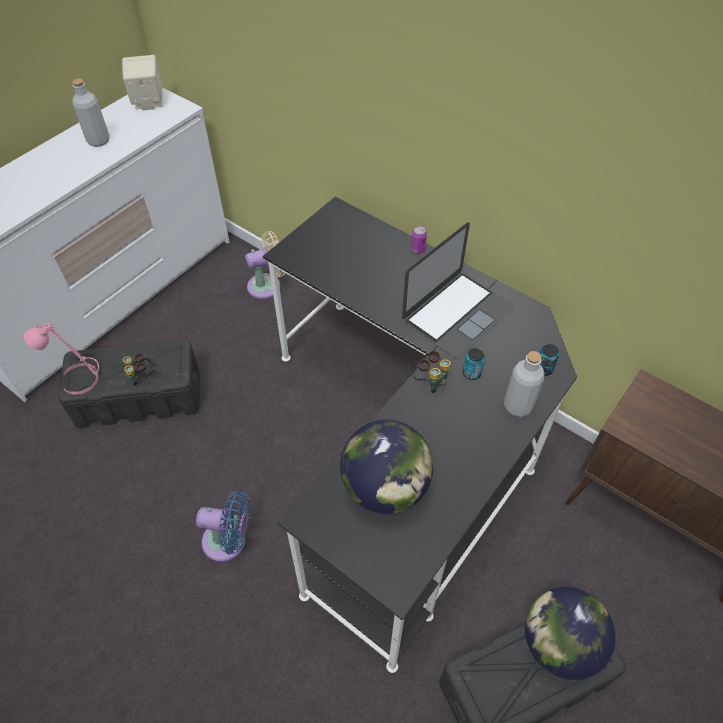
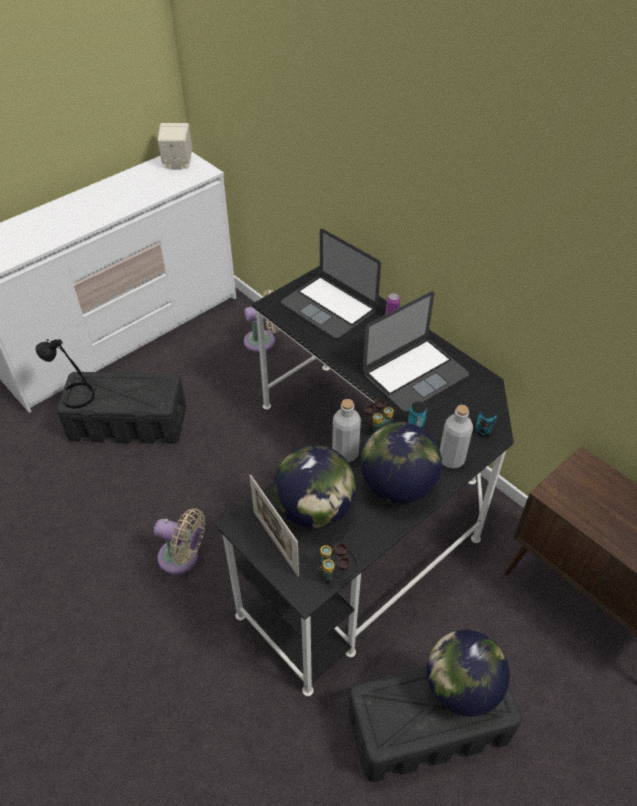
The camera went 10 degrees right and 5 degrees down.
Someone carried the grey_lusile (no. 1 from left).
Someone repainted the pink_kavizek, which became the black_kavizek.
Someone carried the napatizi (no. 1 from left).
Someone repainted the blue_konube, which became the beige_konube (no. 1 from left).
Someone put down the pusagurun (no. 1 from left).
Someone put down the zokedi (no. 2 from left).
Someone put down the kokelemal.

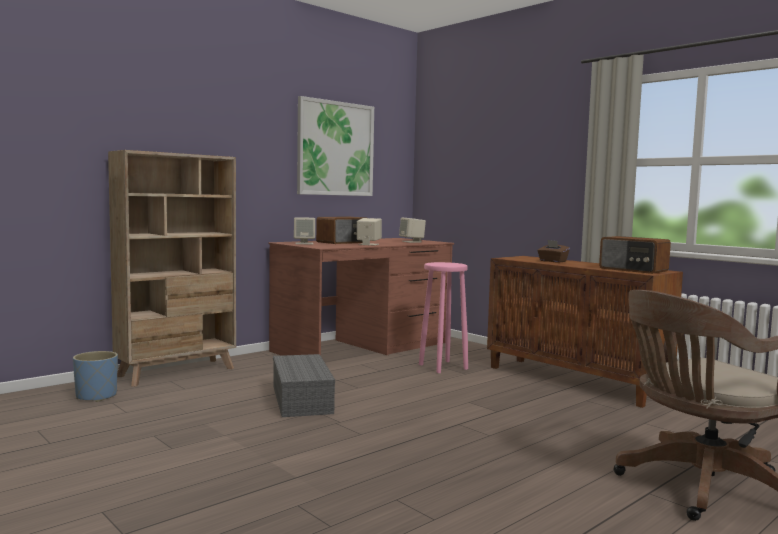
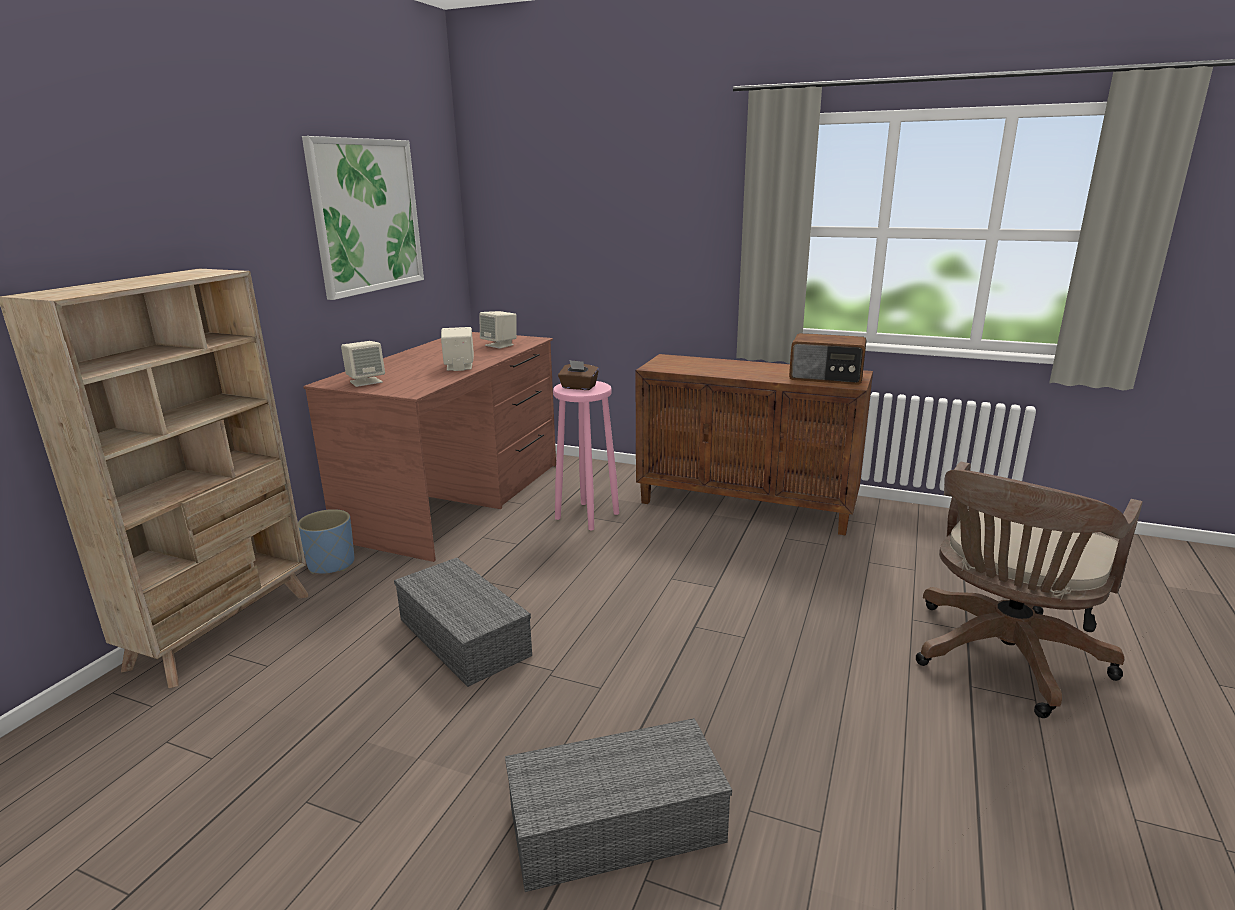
The camera went 25 degrees left and 15 degrees up.
Someone took away the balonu (no. 1 from left).
Someone carried the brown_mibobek.
Someone carried the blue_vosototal.
Someone put down the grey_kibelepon (no. 2 from left).

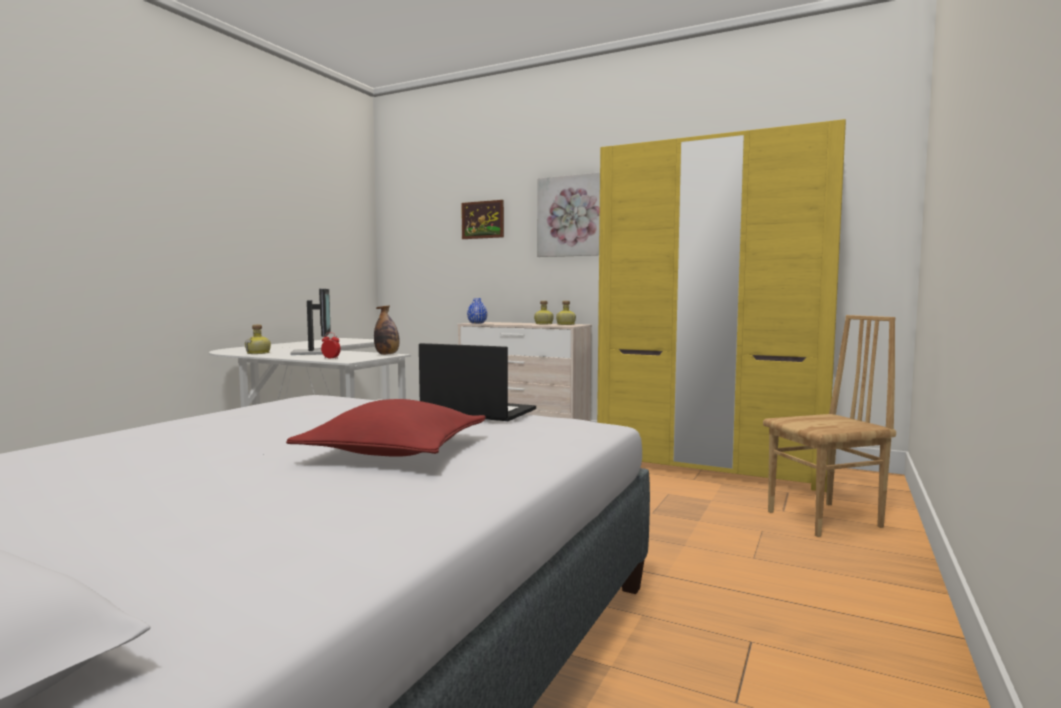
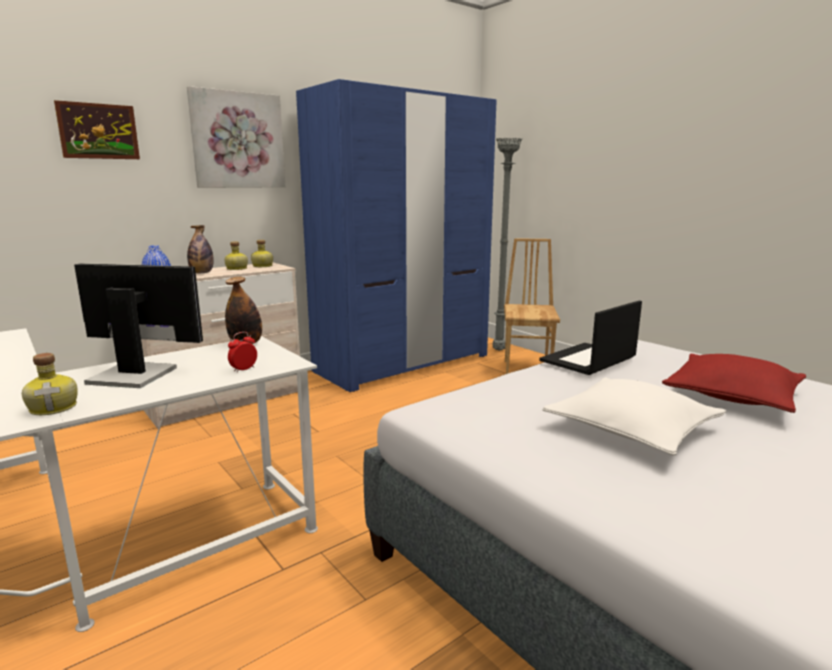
The camera went 65 degrees left and 10 degrees up.
Someone repainted the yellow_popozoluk, which became the blue_popozoluk.
Someone put down the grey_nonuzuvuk.
Someone put down the lusile (no. 2 from left).
Someone put down the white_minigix.

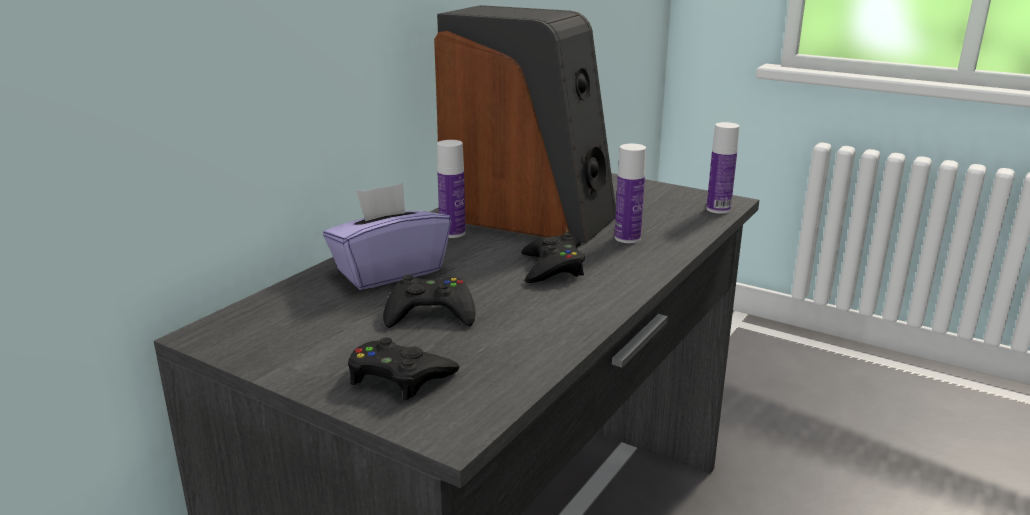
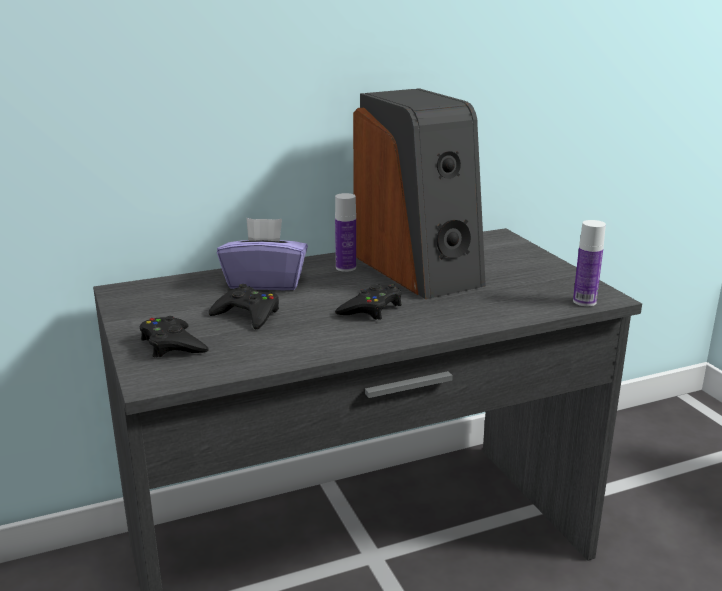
The camera went 35 degrees right and 0 degrees up.
Someone took away the lusile (no. 2 from left).

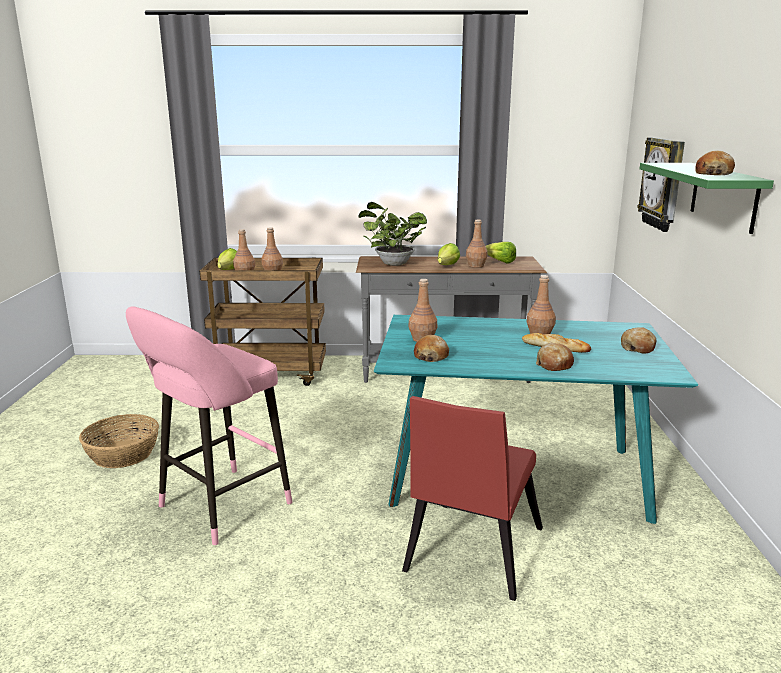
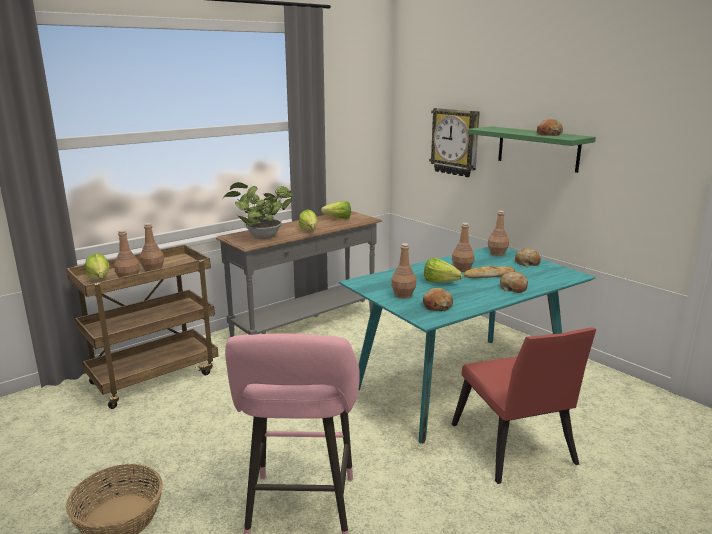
The camera went 40 degrees left and 0 degrees up.
Someone carried the brown_lusile (no. 4 from left in the first image).
Someone put down the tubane (no. 4 from left).

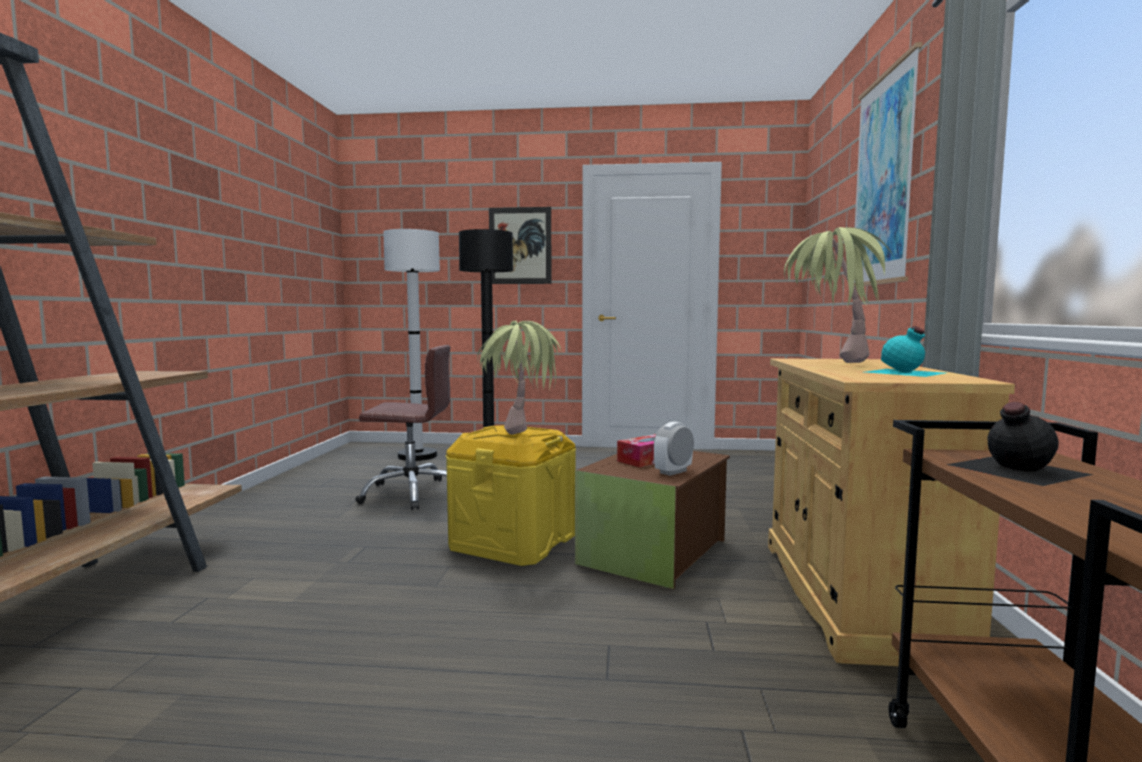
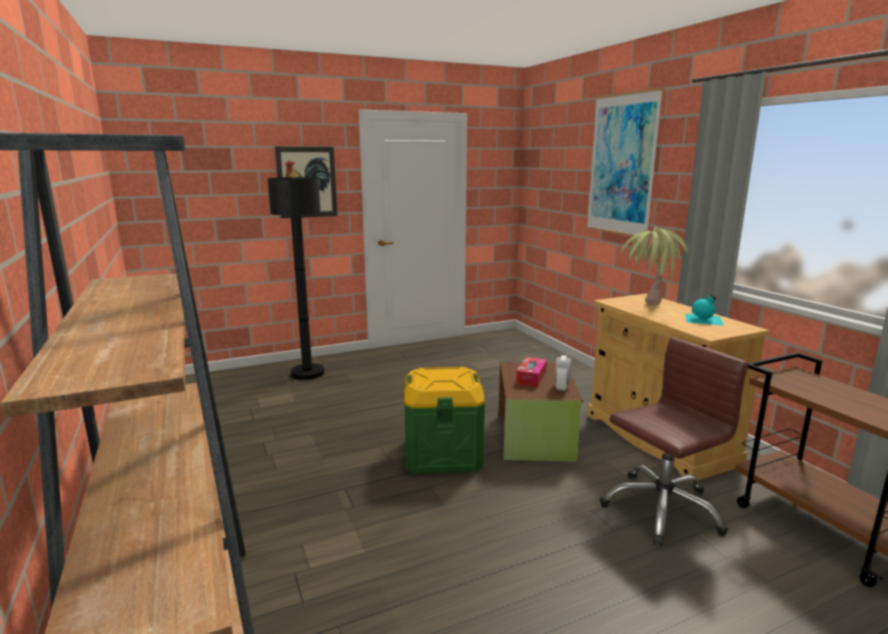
The camera went 30 degrees left and 10 degrees up.
Someone took away the white_nonuzuvuk.
Someone took away the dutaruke (no. 1 from left).
Someone carried the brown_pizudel.
Someone took away the black_lusile.
Someone repainted the yellow_kibelepon, which became the green_kibelepon.

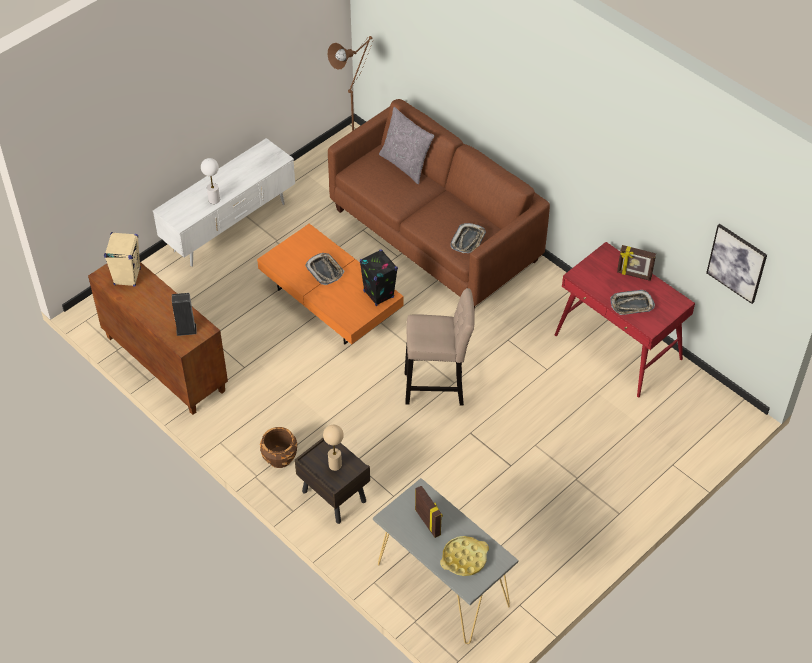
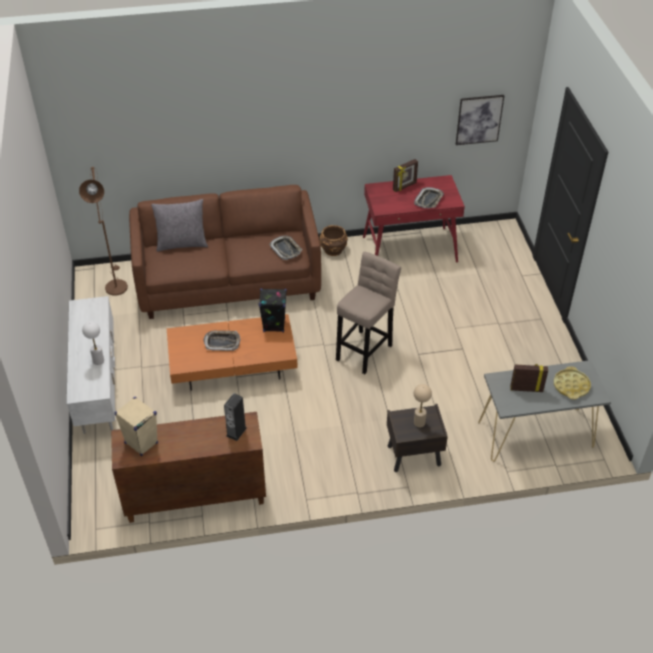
The camera went 55 degrees left and 5 degrees down.
Someone carried the brown_vosototal.

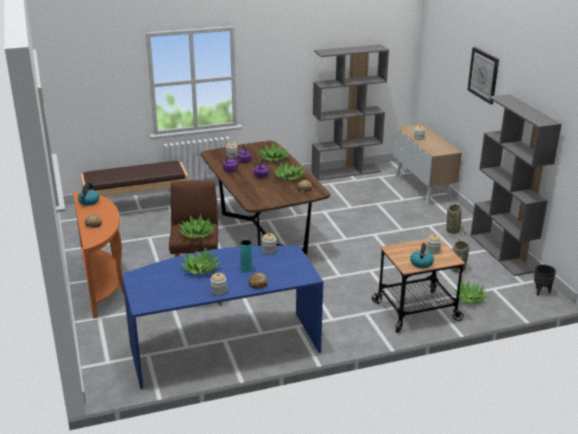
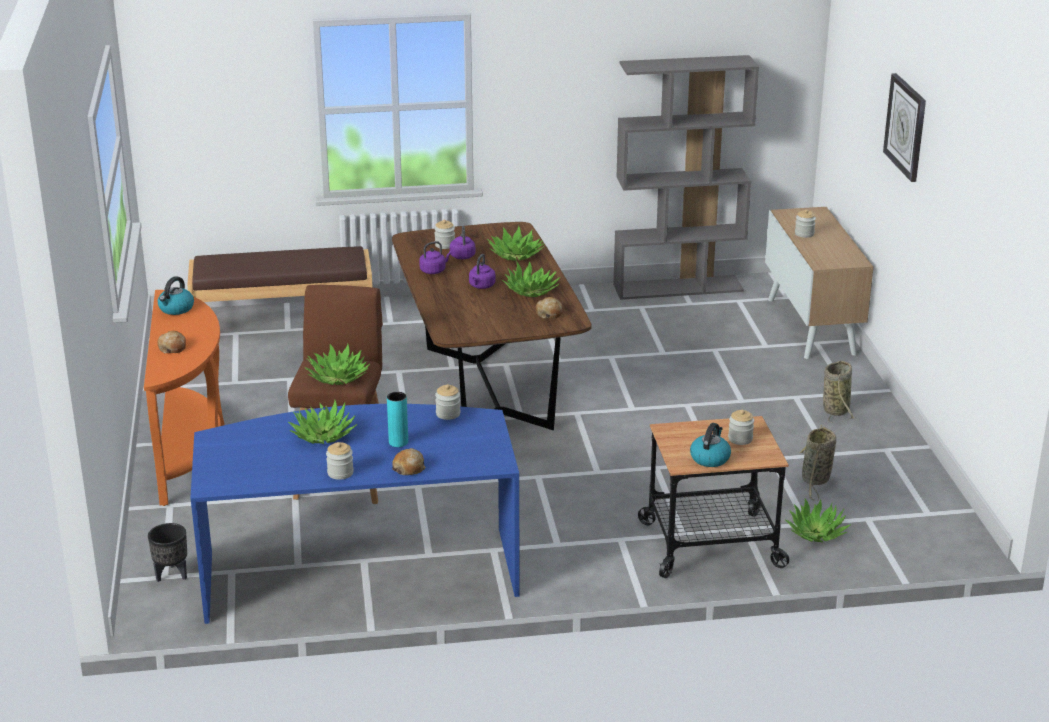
The camera went 10 degrees right and 0 degrees up.
Someone took away the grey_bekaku (no. 2 from left).
Someone carried the black_vosototal.

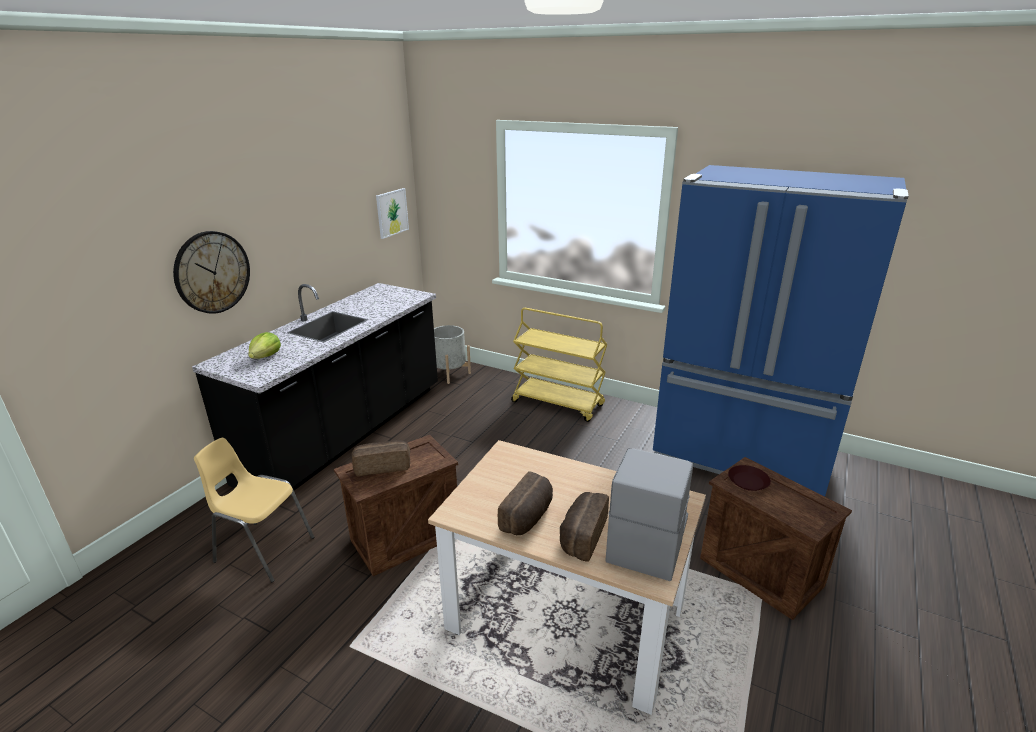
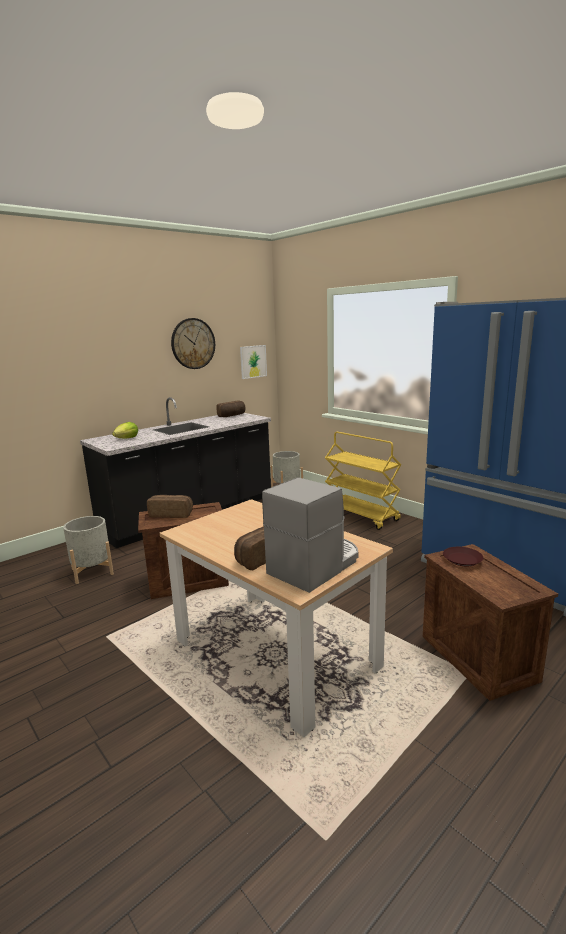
The camera went 20 degrees right and 10 degrees down.
Someone carried the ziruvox.
Someone swapped the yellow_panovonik for the grey_vosototal (no. 1 from left).
Someone carried the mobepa (no. 2 from left).

